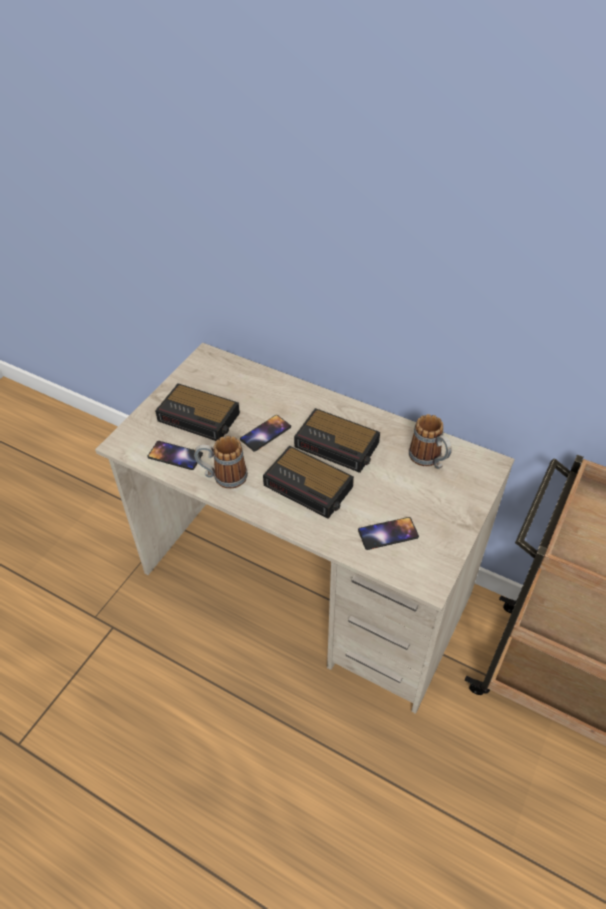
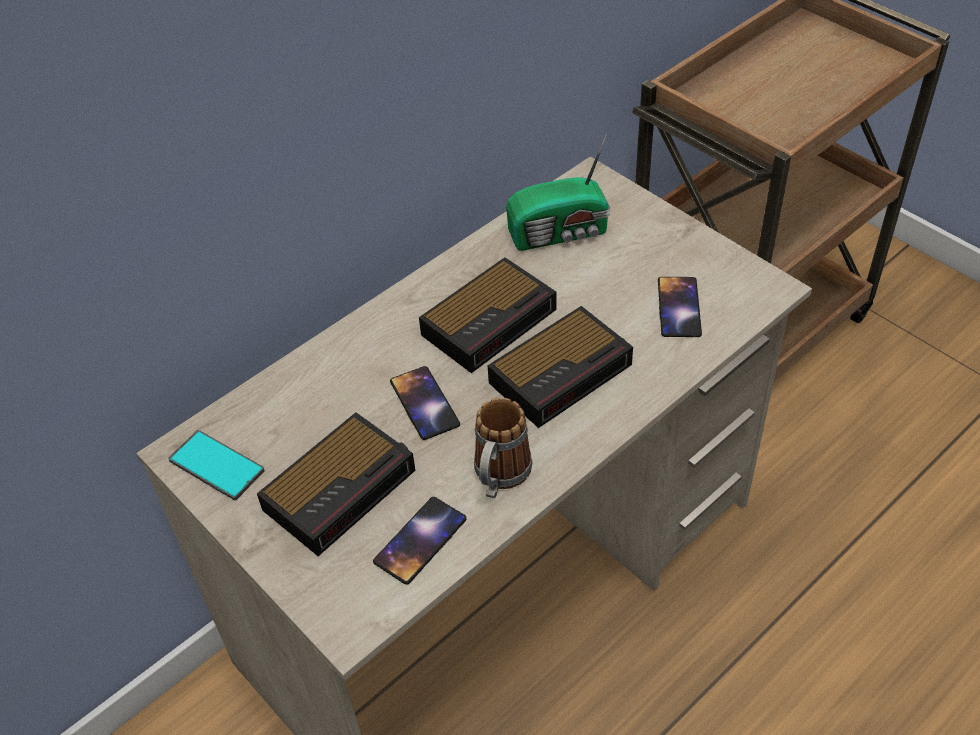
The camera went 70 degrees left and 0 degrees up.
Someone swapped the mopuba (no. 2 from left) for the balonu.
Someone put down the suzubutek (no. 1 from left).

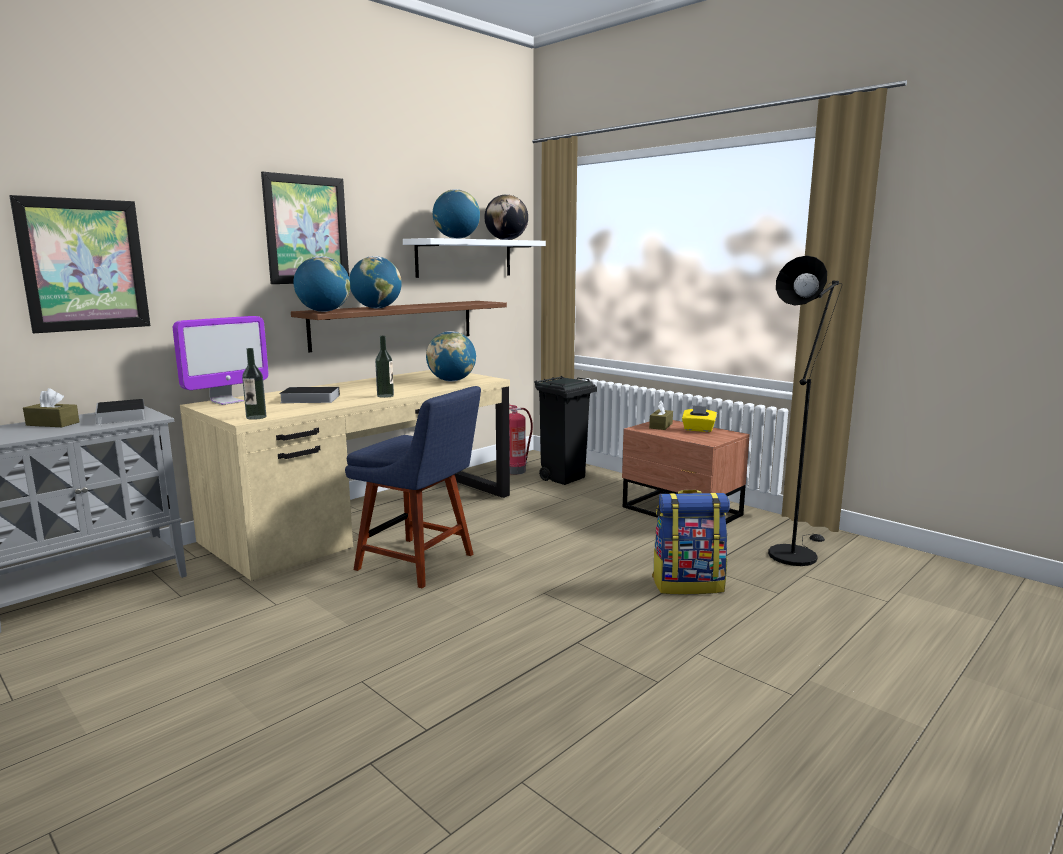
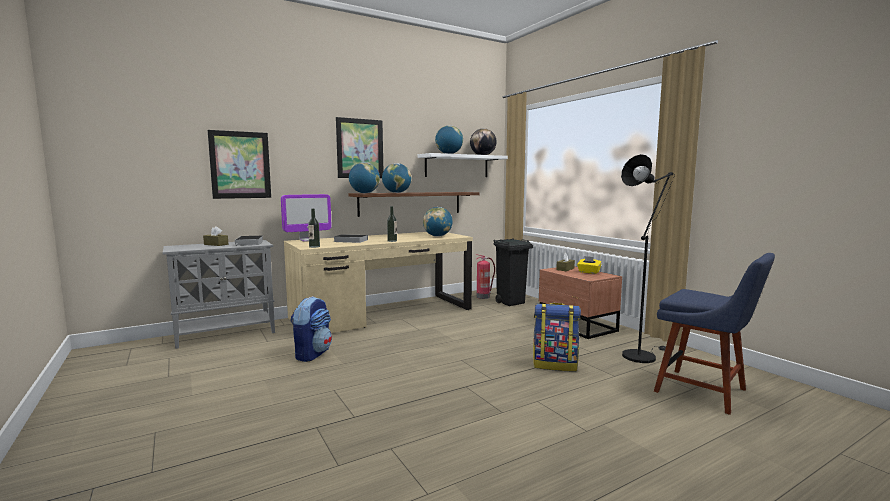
The camera went 15 degrees right and 5 degrees down.
Someone carried the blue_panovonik.
Someone put down the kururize (no. 1 from left).

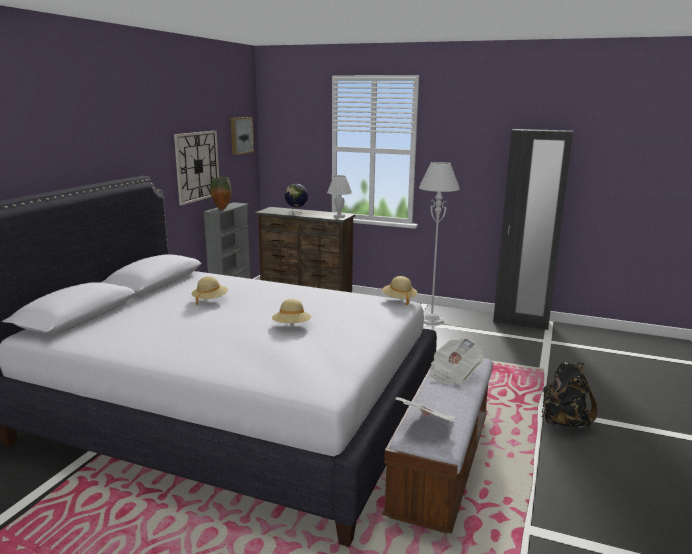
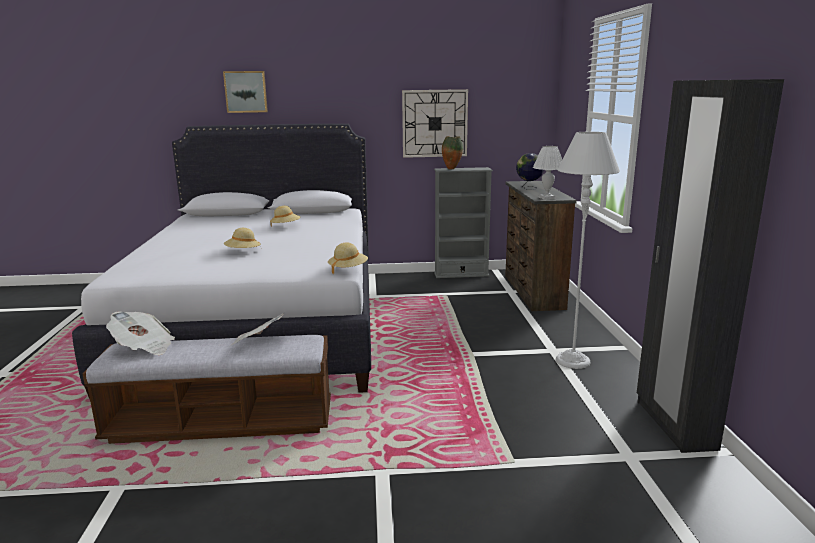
The camera went 65 degrees right and 0 degrees up.
Someone carried the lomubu.
Someone took away the black_kururize.

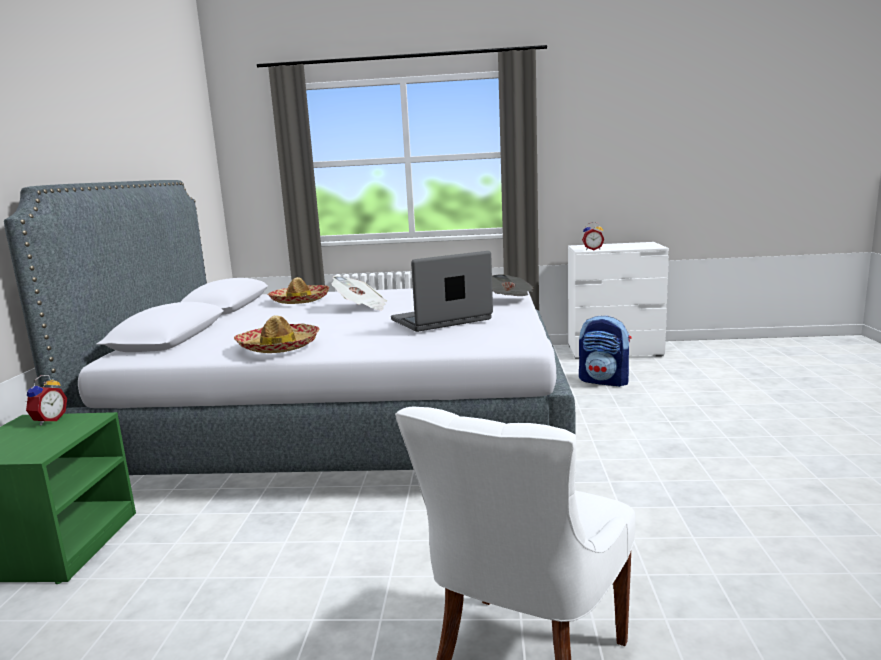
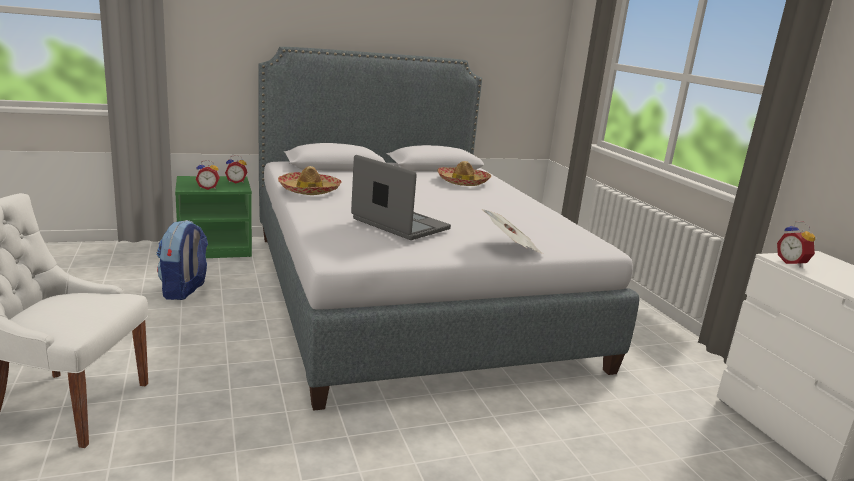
The camera went 65 degrees right and 5 degrees up.
Someone took away the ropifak (no. 1 from left).
Someone carried the kururize.
Someone put down the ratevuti (no. 1 from left).

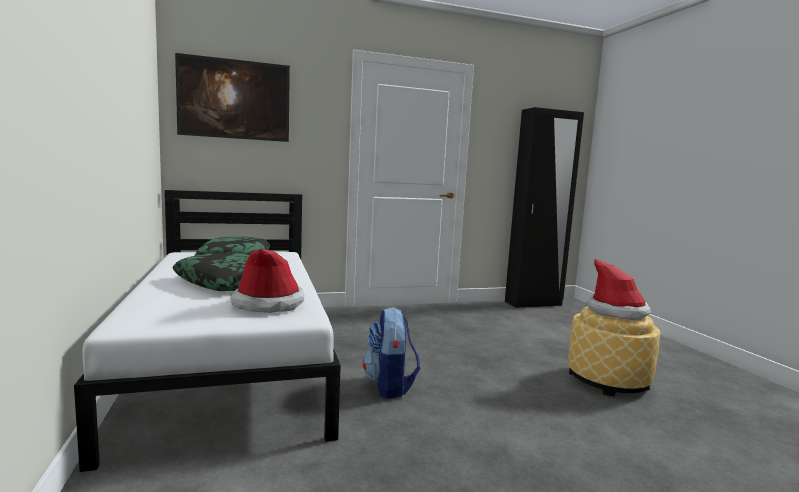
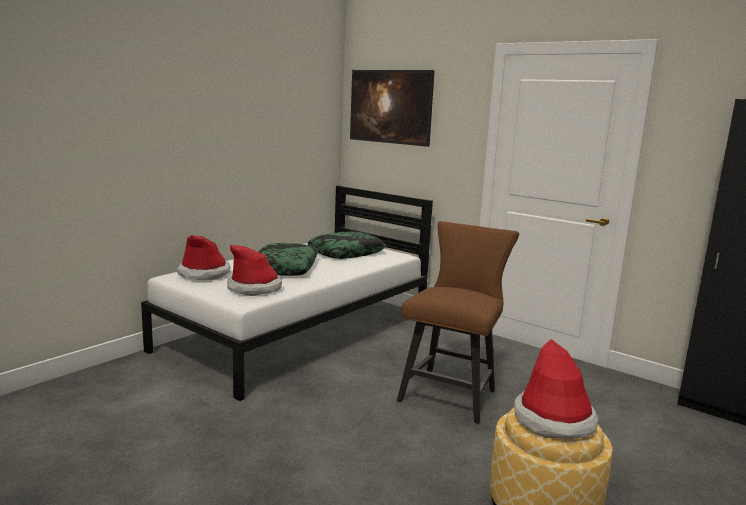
The camera went 55 degrees right and 5 degrees up.
Someone took away the kururize.
Someone put down the brown_panovonik.
Someone put down the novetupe (no. 1 from left).

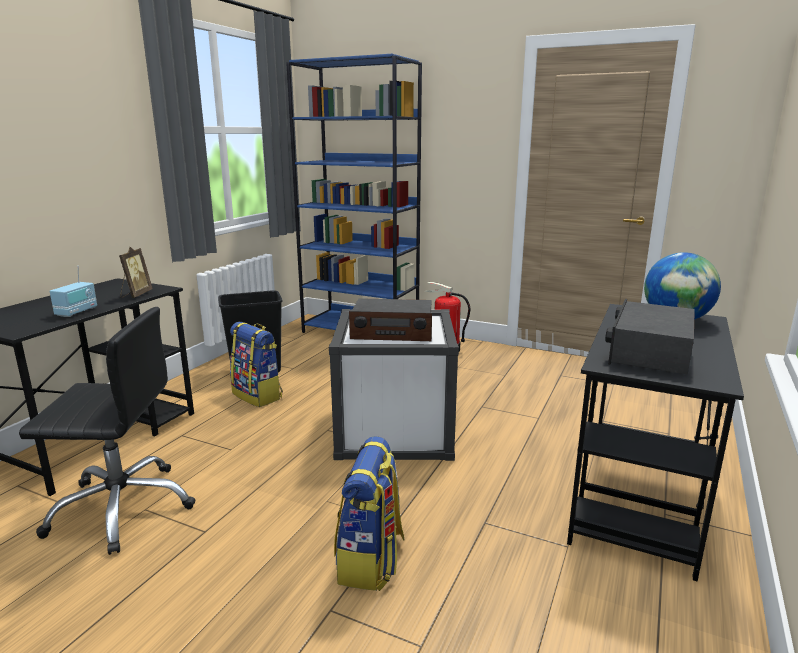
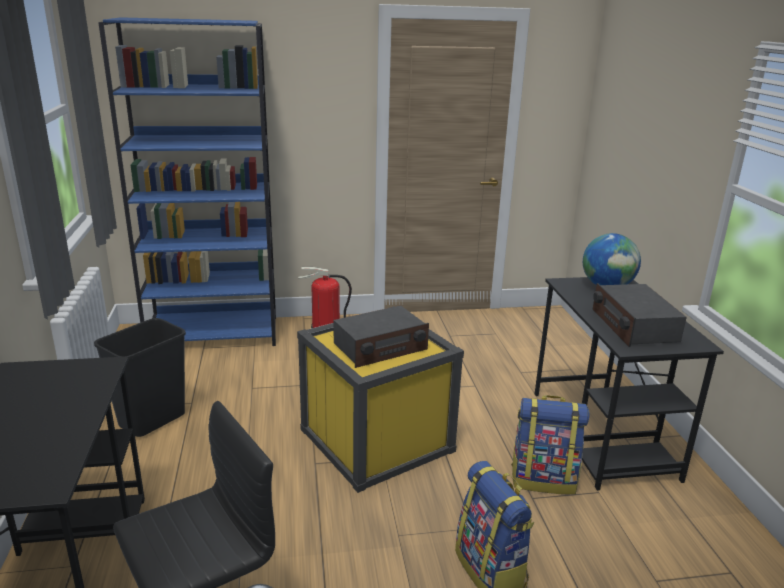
The camera went 35 degrees left and 5 degrees up.
Someone took away the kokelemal.
Someone took away the balonu (no. 1 from left).
Someone repainted the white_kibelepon, which became the yellow_kibelepon.
Someone carried the kururize (no. 1 from left in the first image).

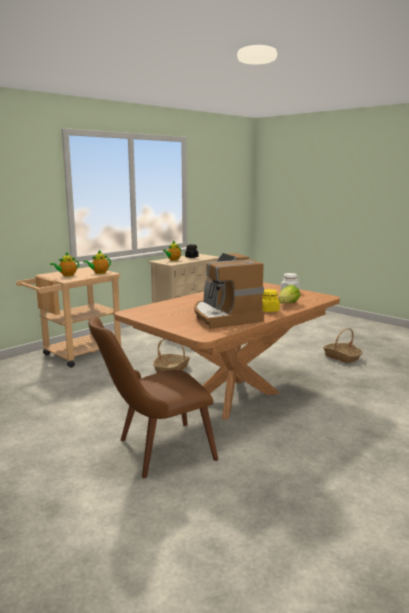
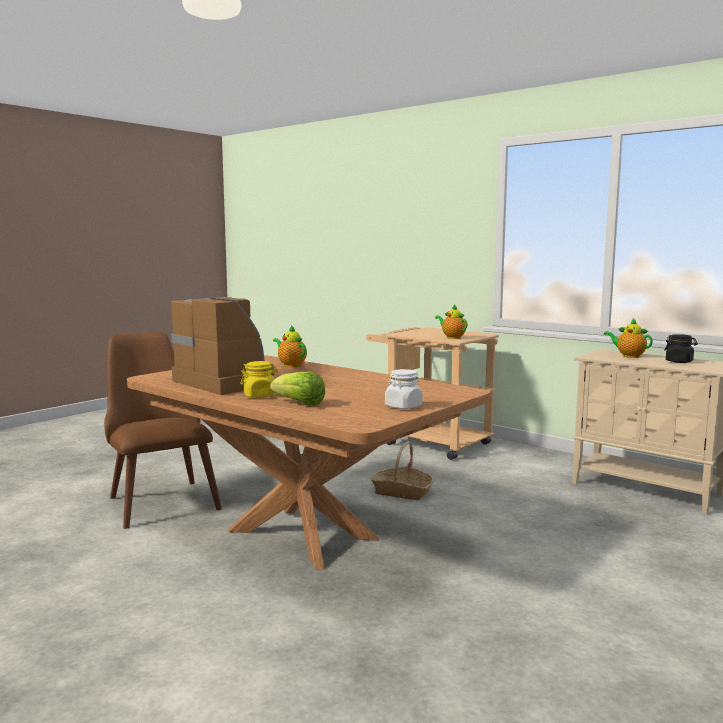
The camera went 85 degrees right and 5 degrees down.
Someone carried the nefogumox (no. 1 from left).
Someone rotated the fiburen by 75 degrees clockwise.
Someone took away the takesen (no. 2 from left).

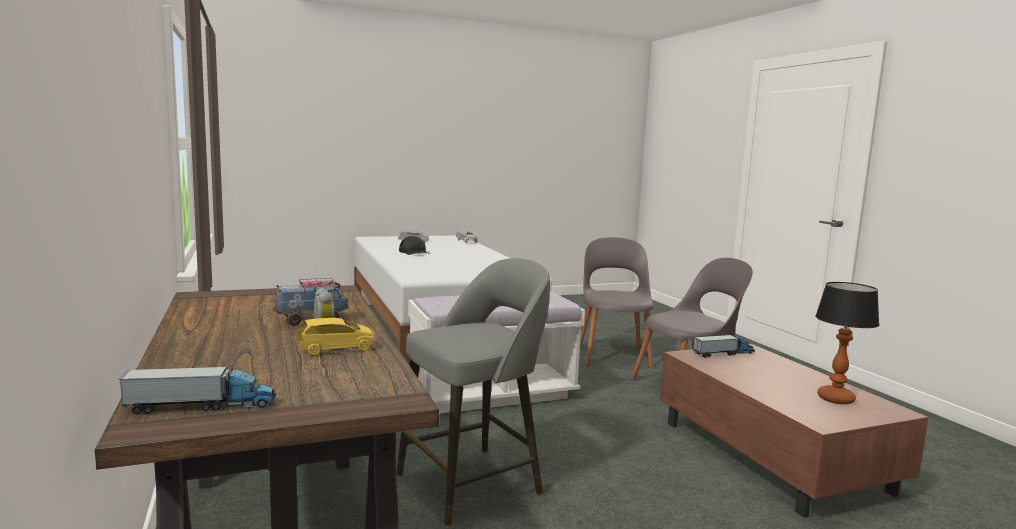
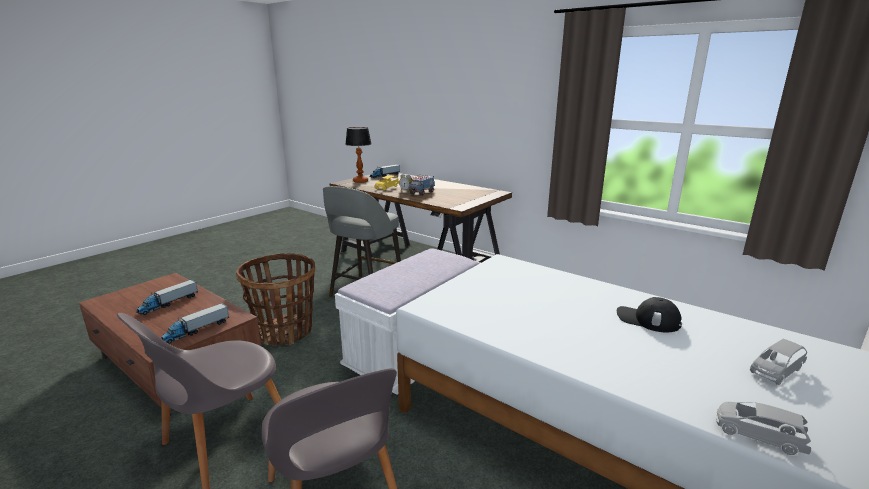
The camera went 150 degrees right and 10 degrees up.
Someone carried the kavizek.
Someone put down the takesen.
Someone put down the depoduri (no. 1 from left).

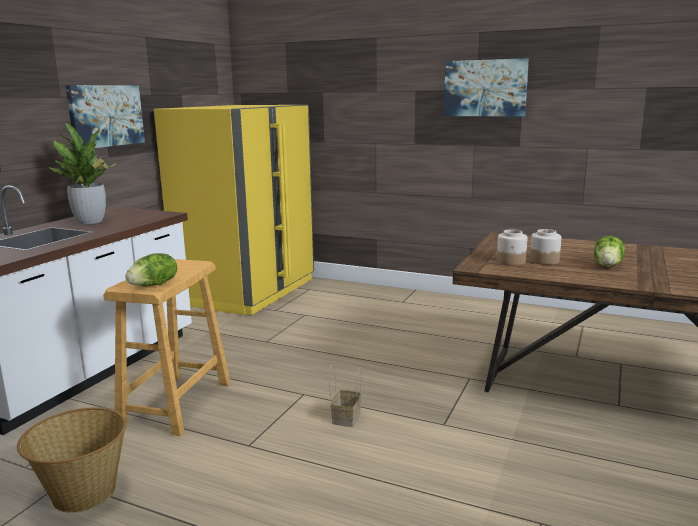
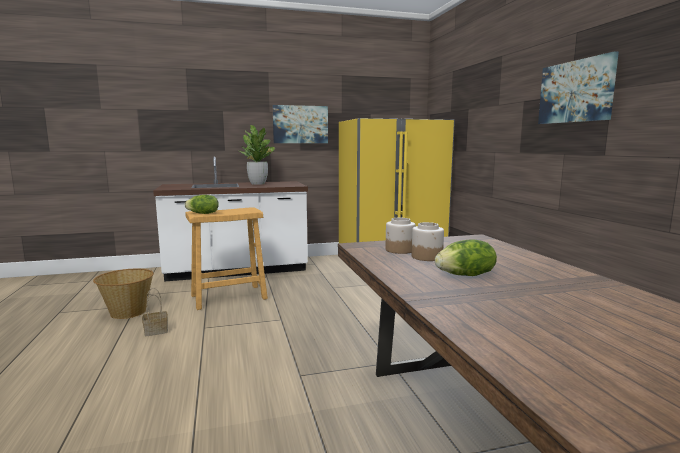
The camera went 50 degrees right and 5 degrees down.
Someone carried the takesen (no. 2 from left).

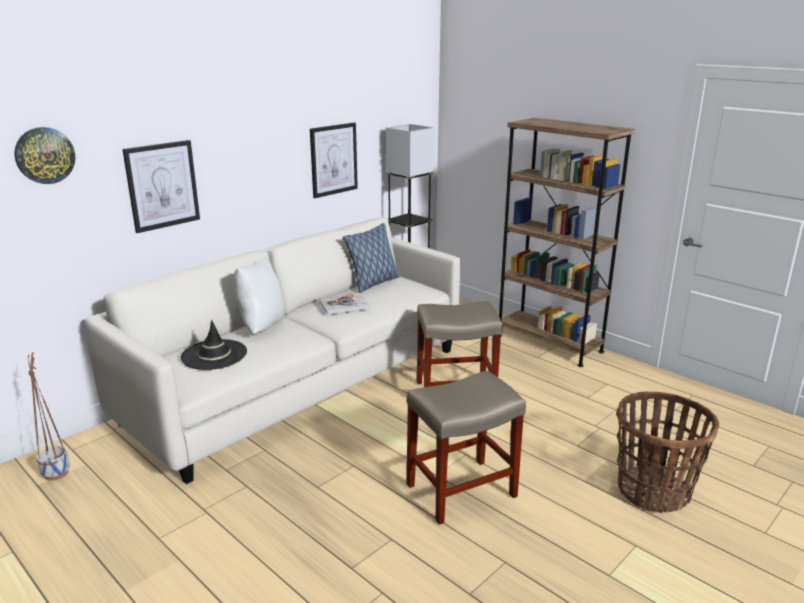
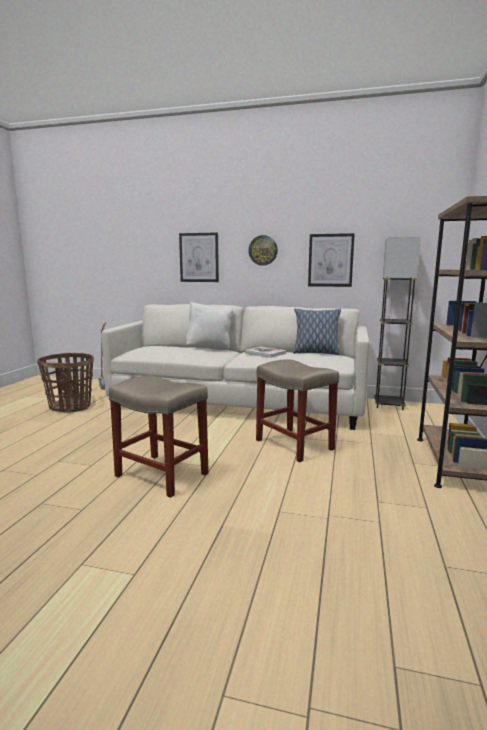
The camera went 60 degrees right and 10 degrees down.
Someone carried the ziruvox.
Someone took away the black_novetupe.
Someone carried the takesen.

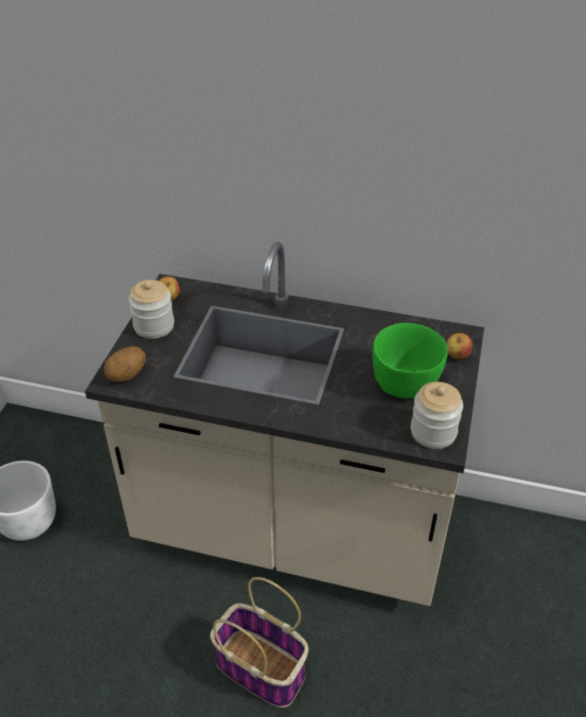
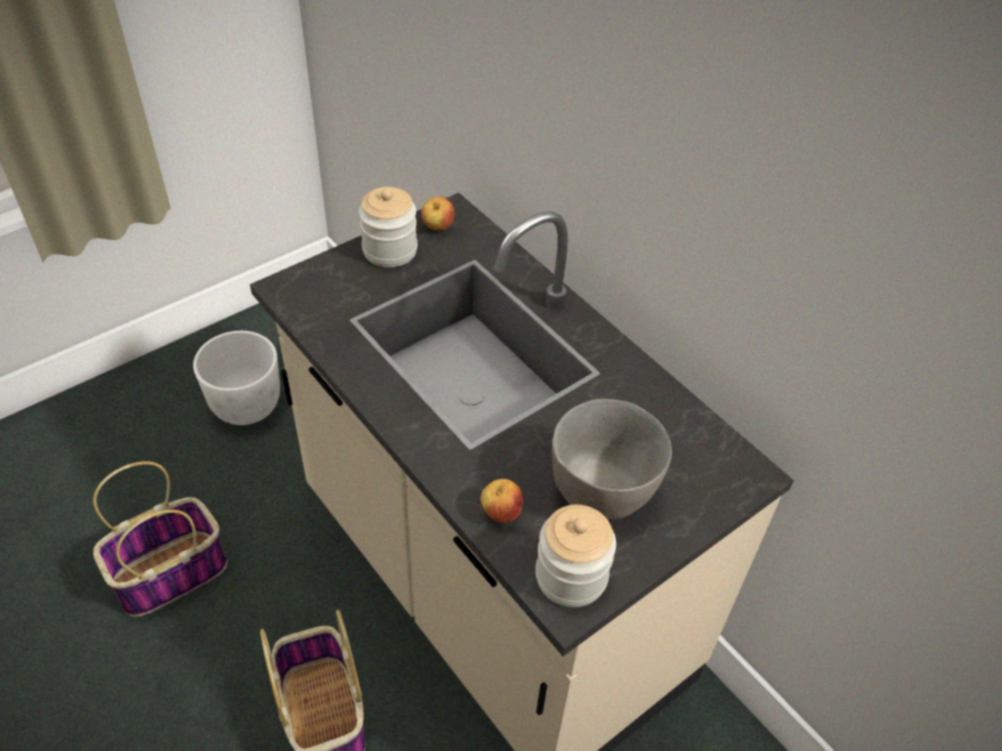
The camera went 35 degrees right and 5 degrees up.
Someone repainted the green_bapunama, which became the grey_bapunama.
Someone carried the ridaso (no. 2 from left).
Someone took away the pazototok.
Someone put down the takesen (no. 1 from left).

